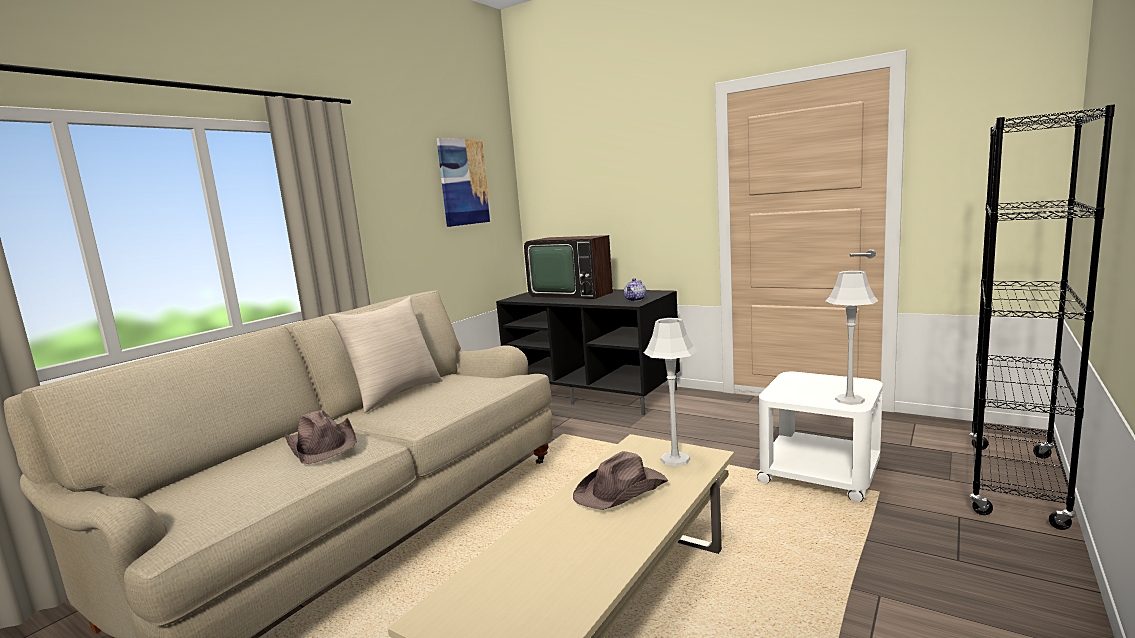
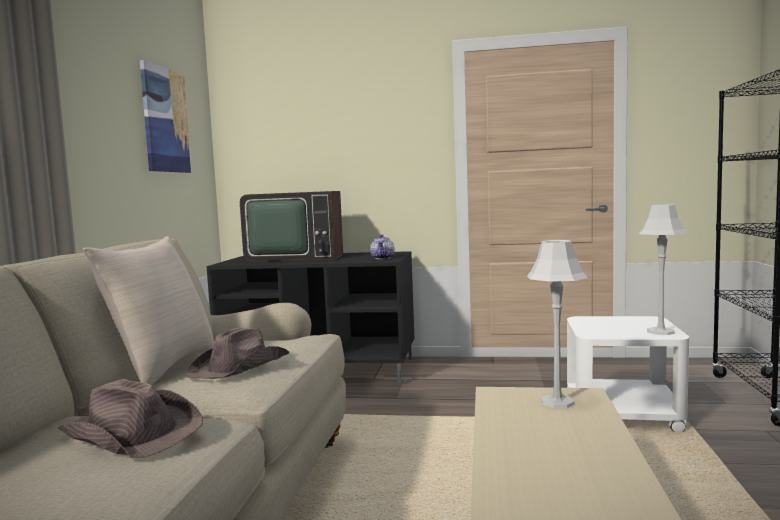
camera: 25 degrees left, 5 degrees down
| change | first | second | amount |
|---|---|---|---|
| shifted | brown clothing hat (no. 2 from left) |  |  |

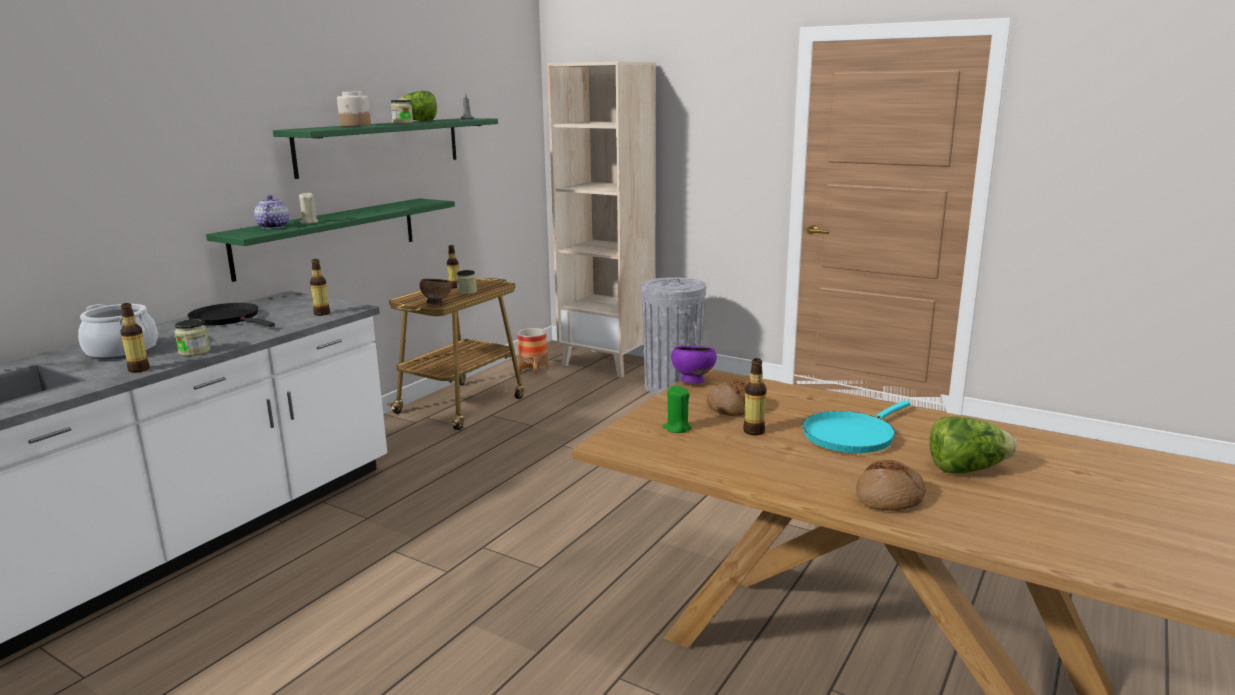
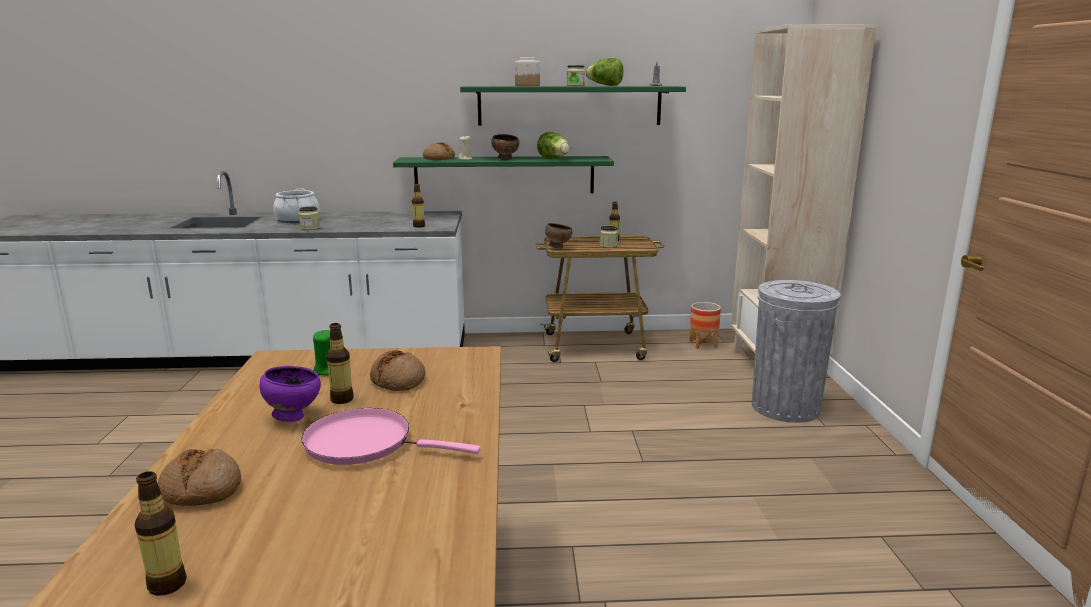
camera: 55 degrees right, 0 degrees up
| change | first | second | amount |
|---|---|---|---|
| shifted | drink bottle (no. 1 from left) |  |  |
| shifted | purple-coloured serving bowl |  |  |
| repainted | turquoise-coloured skillet | pinkish skillet |  |
| swapped | teapot | bread (no. 3 from left) |  |
| new |  | brown serving bowl (no. 1 from left) |  |
| shifted | head of lettuce (no. 2 from left in the first image) | head of lettuce (no. 1 from left) |  |
| gone | blackish skillet |  |  |

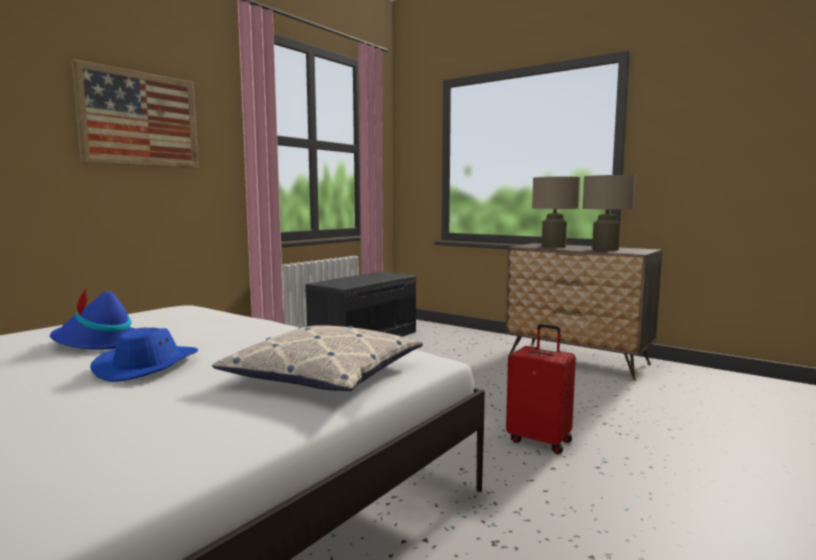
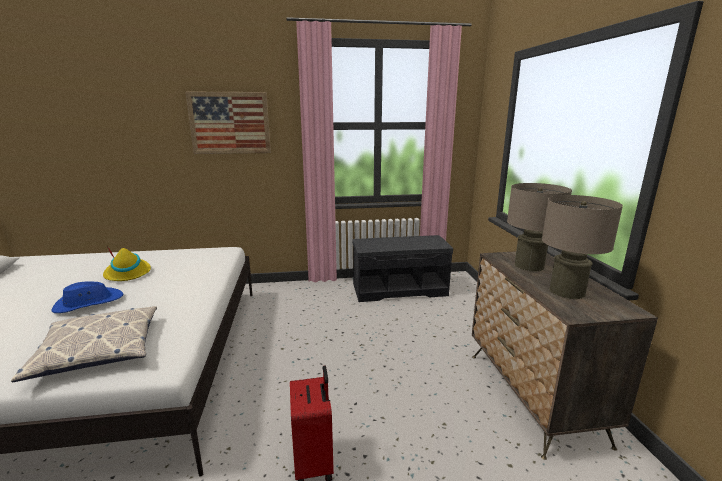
camera: 45 degrees right, 10 degrees up
| change | first | second | amount |
|---|---|---|---|
| repainted | bluish clothing hat (no. 1 from left) | yellowish clothing hat |  |

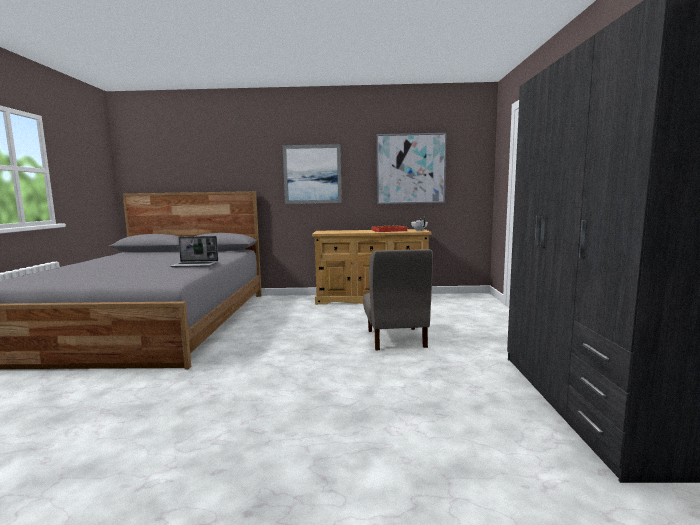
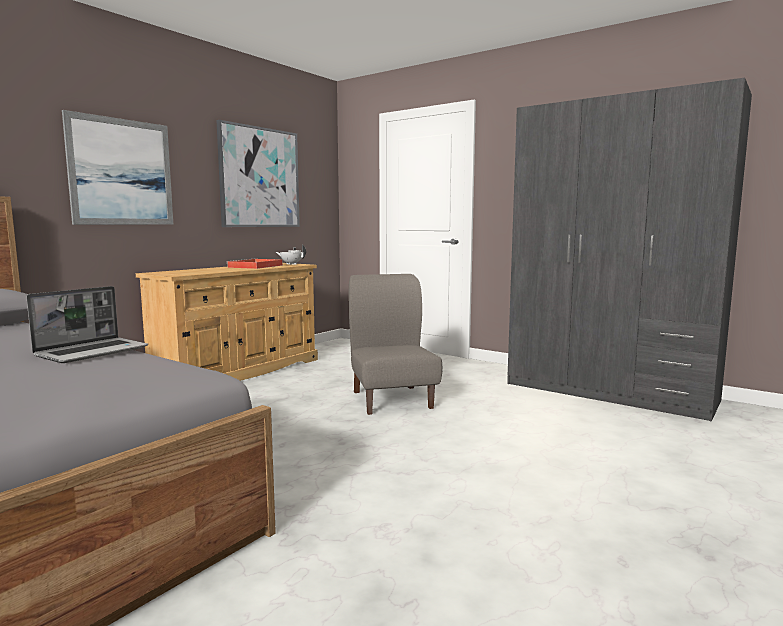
camera: 55 degrees left, 0 degrees up
| change | first | second | amount |
|---|---|---|---|
| rotated | greyish plain chair |  | 135 degrees counterclockwise |

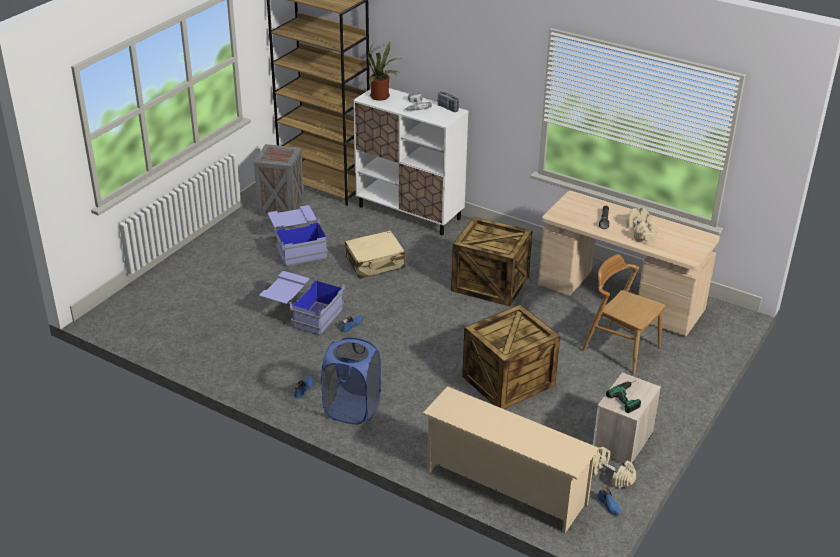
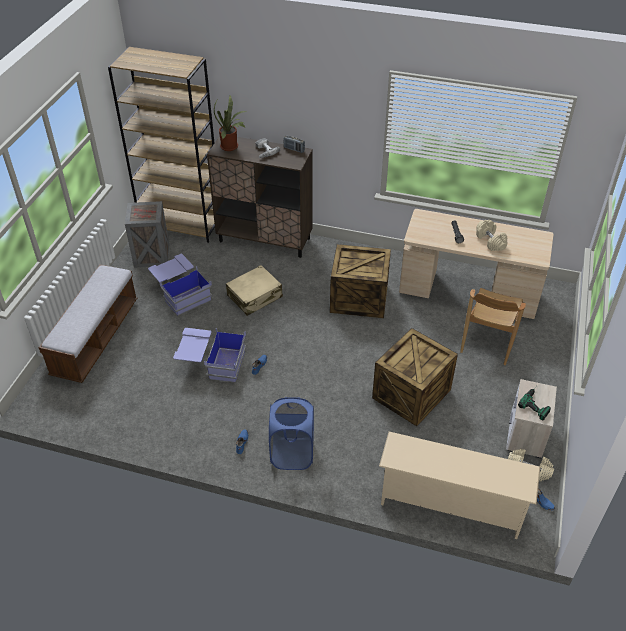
camera: 15 degrees left, 10 degrees up
| change | first | second | amount |
|---|---|---|---|
| new |  | indoor bench |  |
| repainted | whitish storage cabinet | brown storage cabinet |  |
| rotated | brown plain chair |  | 90 degrees counterclockwise |

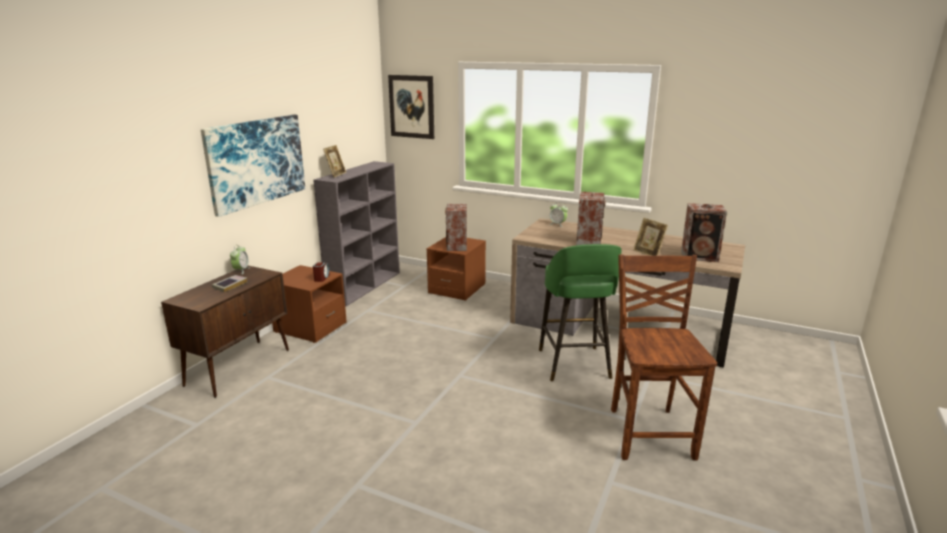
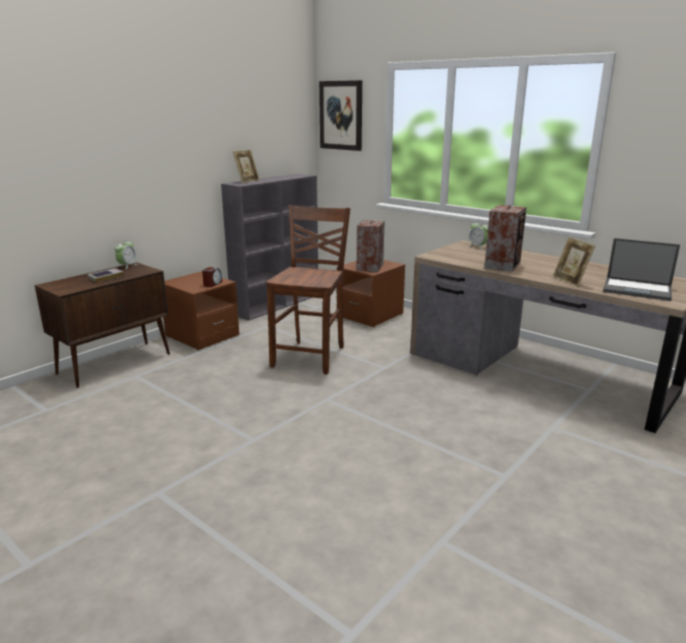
camera: 15 degrees right, 0 degrees up
| change | first | second | amount |
|---|---|---|---|
| shifted | brown plain chair |  |  |
| swapped | audio speaker (no. 3 from left) | portable computer |  |
| gone | wall picture (no. 1 from left) |  |  |
| gone | green-coloured sitting stool |  |  |

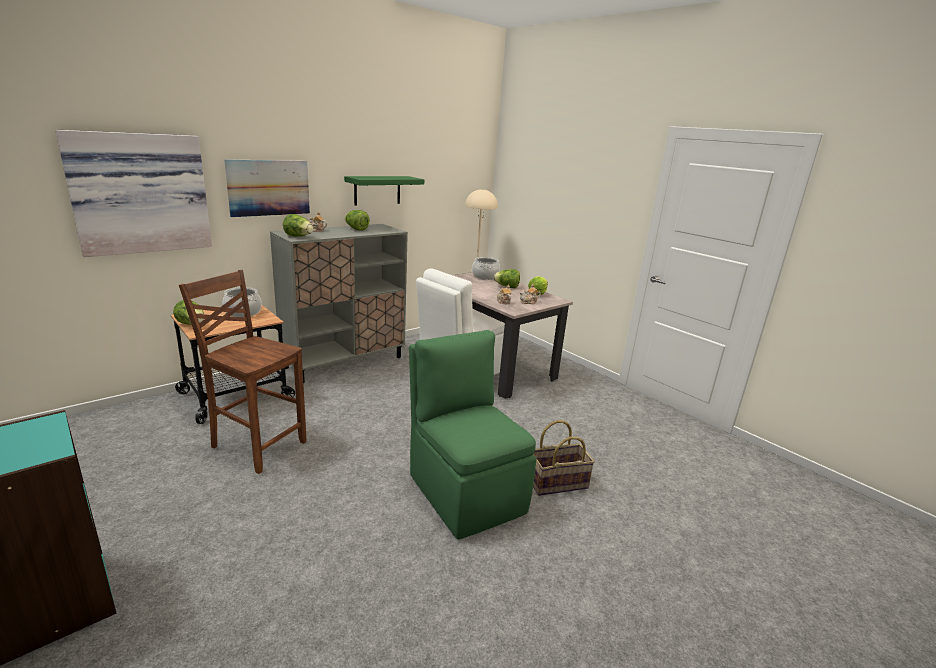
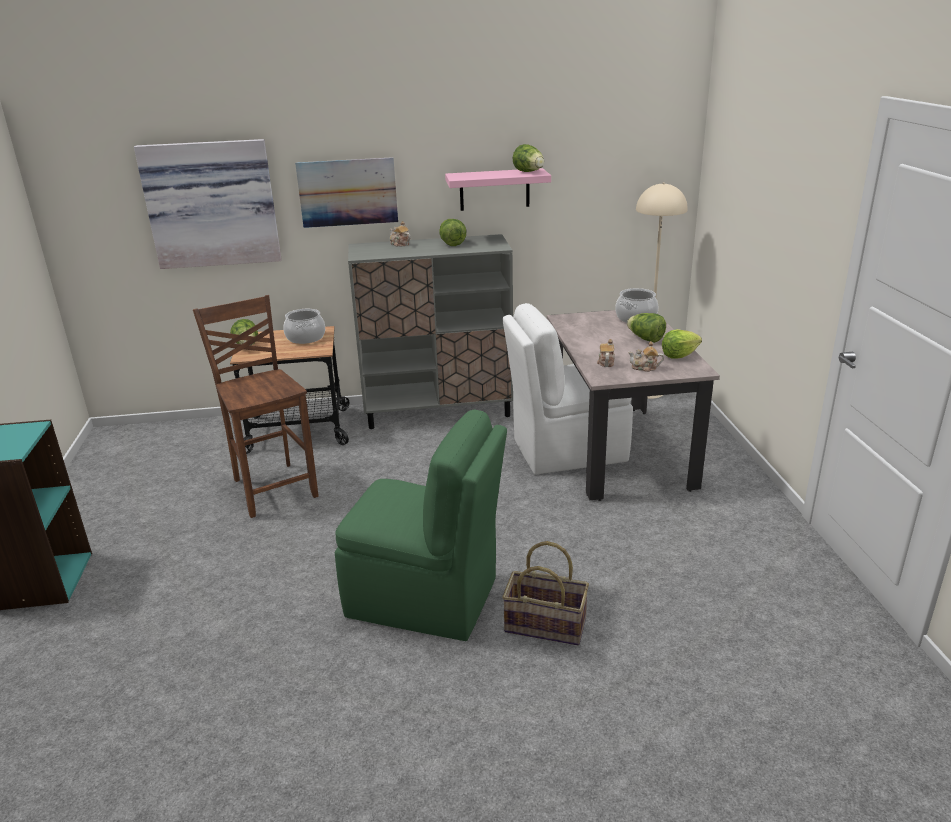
camera: 35 degrees right, 5 degrees up
| change | first | second | amount |
|---|---|---|---|
| rotated | green-coloured plain chair |  | 105 degrees clockwise |
| repainted | green-coloured wall shelf | pinkish wall shelf |  |
| shifted | head of lettuce (no. 2 from left in the first image) | head of lettuce (no. 3 from left) |  |

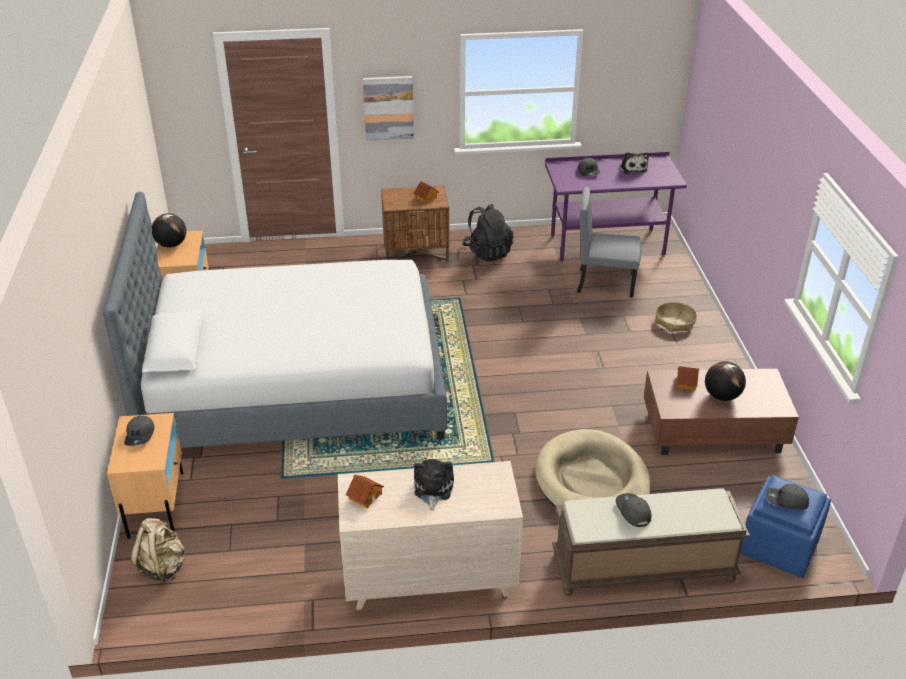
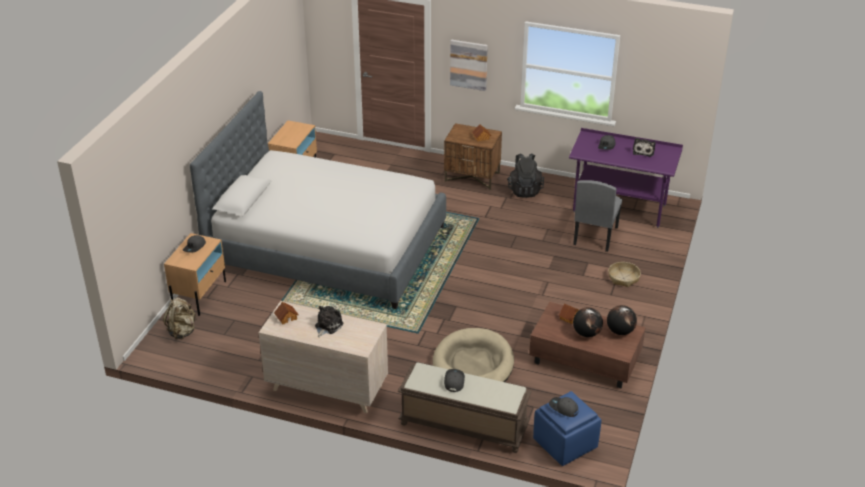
camera: 25 degrees right, 0 degrees up
| change | first | second | amount |
|---|---|---|---|
| rotated | greyish plain chair |  | 105 degrees counterclockwise |
| shifted | desk globe (no. 1 from left in the first image) | desk globe (no. 2 from left) |  |

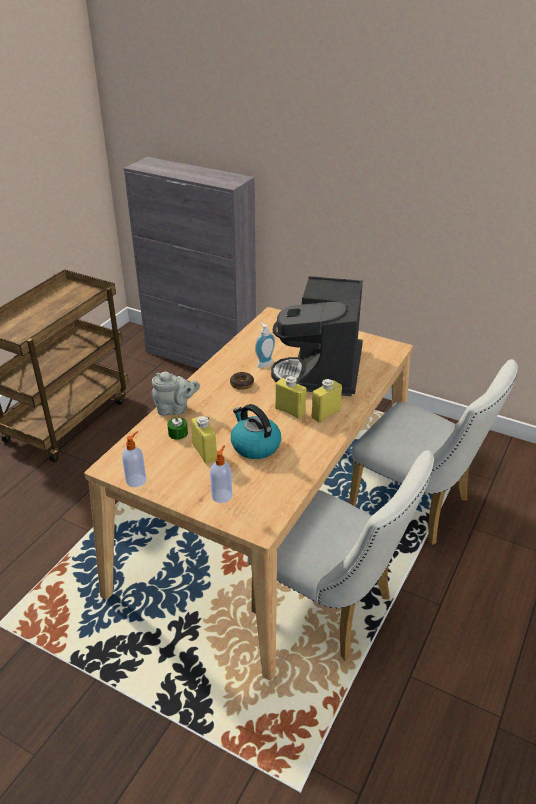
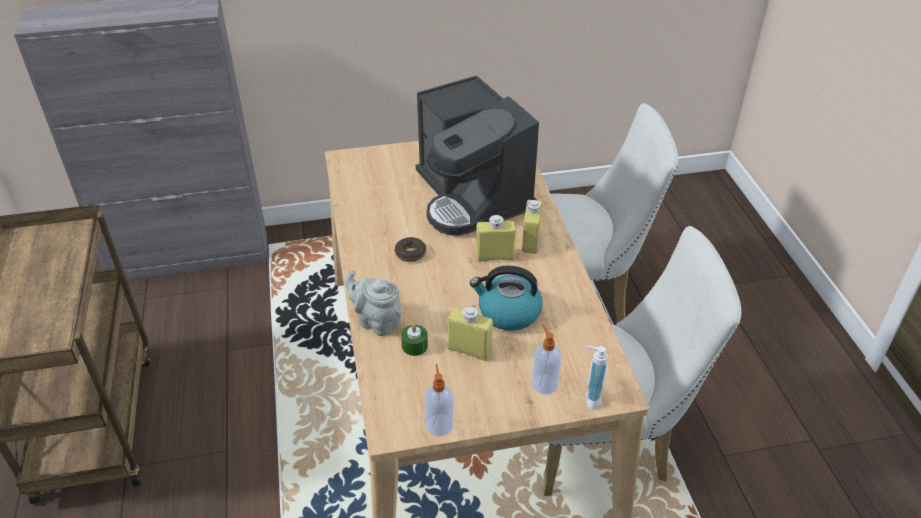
camera: 40 degrees left, 5 degrees up
| change | first | second | amount |
|---|---|---|---|
| rotated | greyish teapot |  | 105 degrees counterclockwise |
| shifted | soap bottle (no. 3 from left) |  |  |

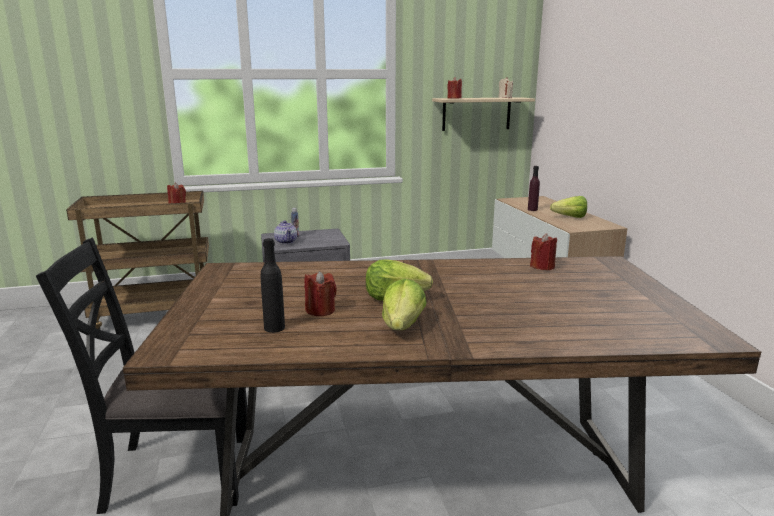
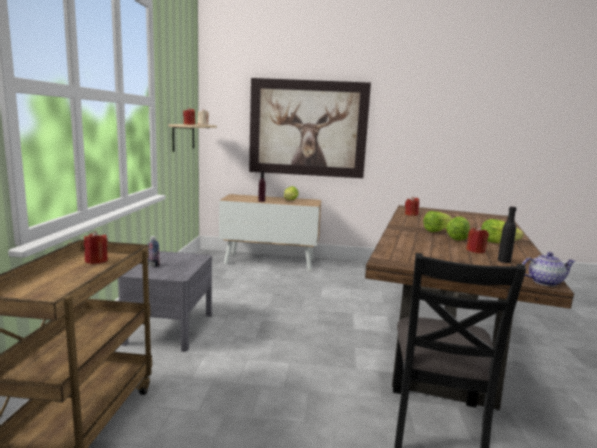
camera: 70 degrees left, 5 degrees down
| change | first | second | amount |
|---|---|---|---|
| new |  | wall picture |  |
| new |  | head of lettuce (no. 2 from left) |  |
| shifted | teapot |  |  |

